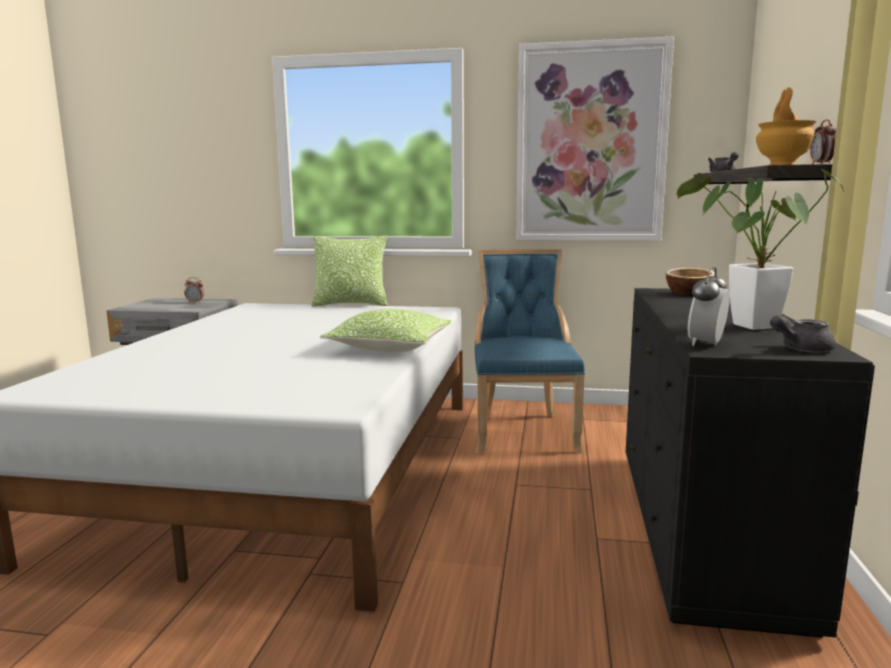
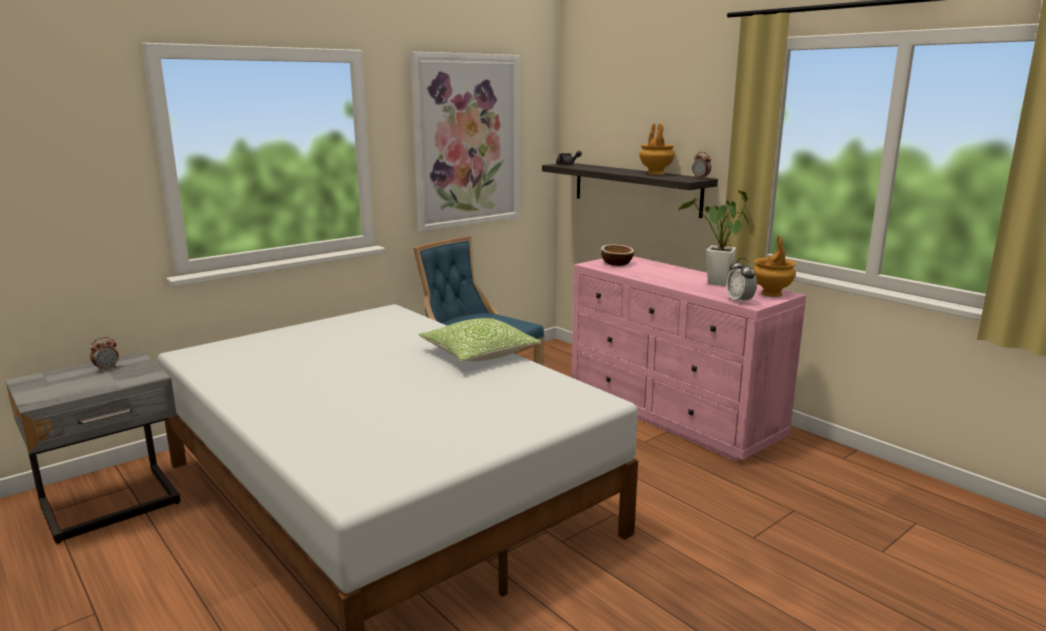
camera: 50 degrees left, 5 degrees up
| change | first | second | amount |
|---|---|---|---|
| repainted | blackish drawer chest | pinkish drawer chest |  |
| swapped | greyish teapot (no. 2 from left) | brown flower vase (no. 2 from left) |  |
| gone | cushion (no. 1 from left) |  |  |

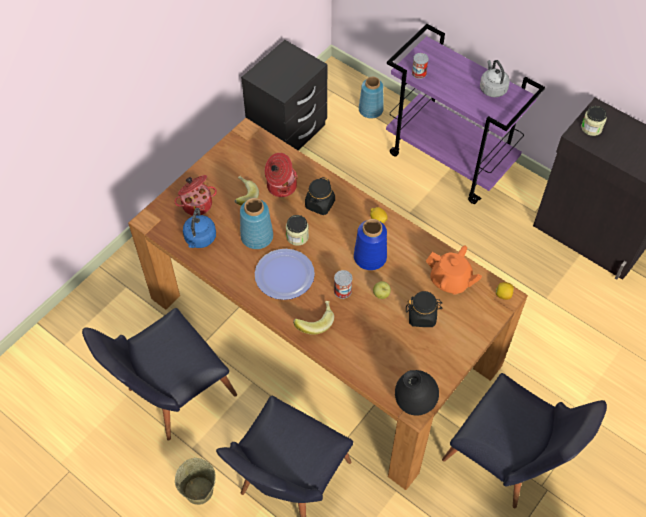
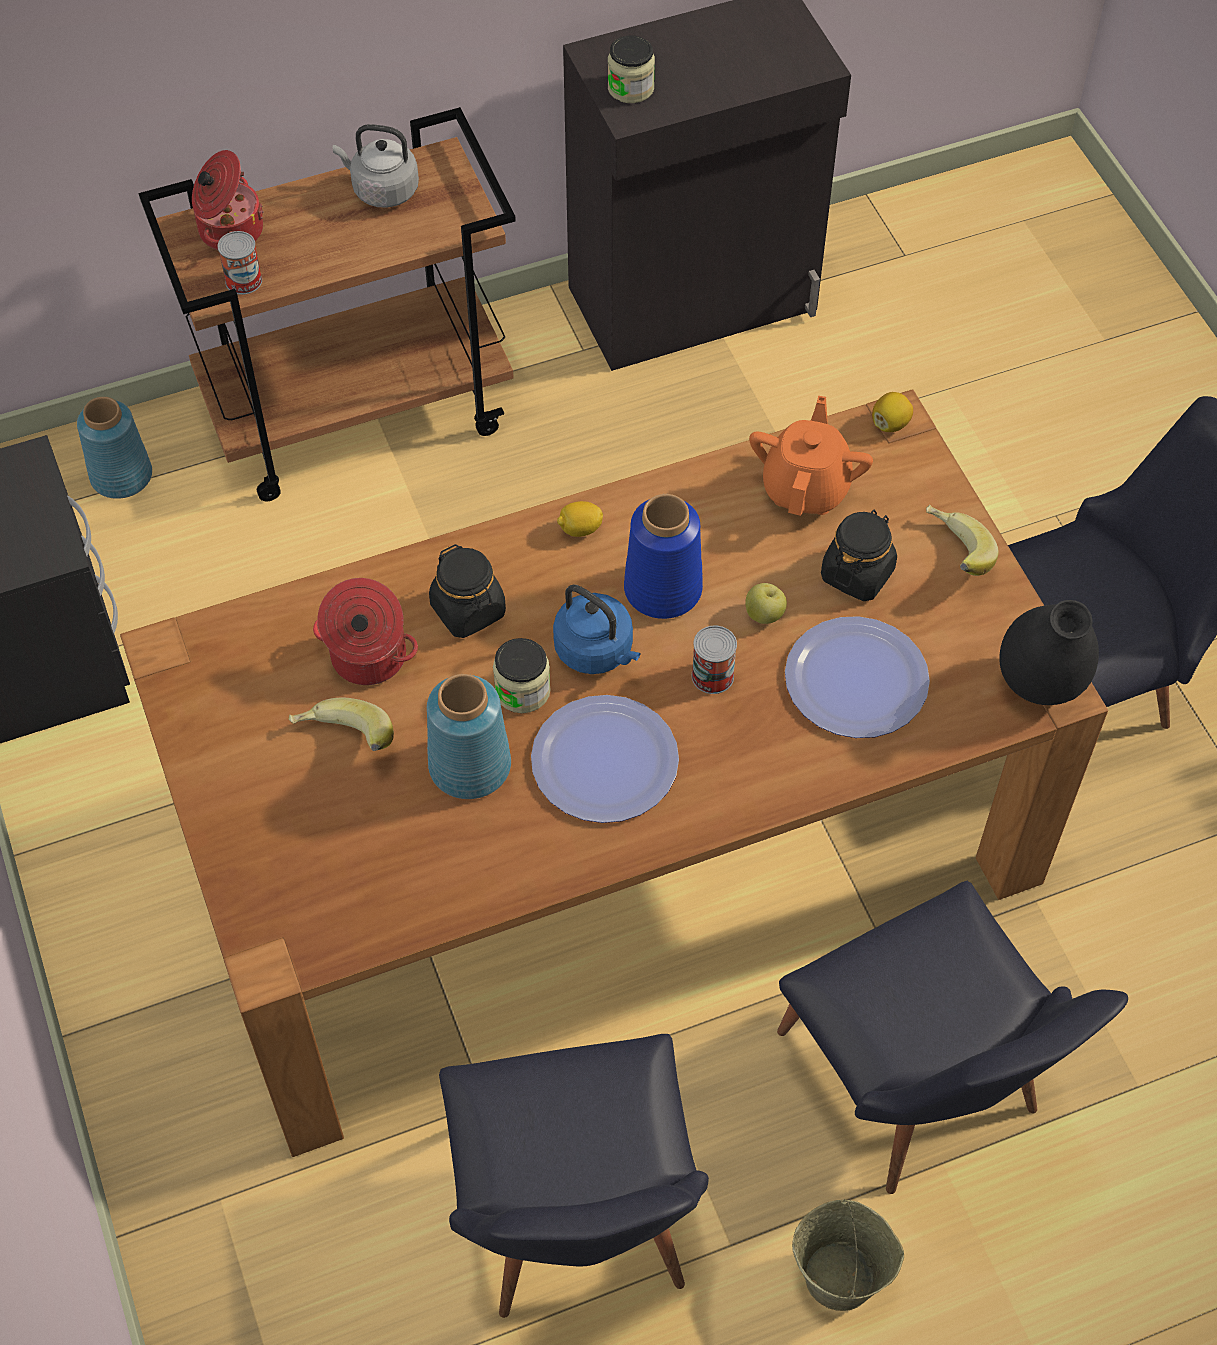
camera: 60 degrees left, 0 degrees up
| change | first | second | amount |
|---|---|---|---|
| repainted | purple-coloured cart | brown cart |  |
| shifted | saucepot (no. 1 from left) |  |  |
| shifted | bluish tea kettle |  |  |
| rotated | orangey teapot |  | 45 degrees counterclockwise |
| new |  | flat dish (no. 2 from left) |  |
| shifted | banana fruit (no. 2 from left) |  |  |

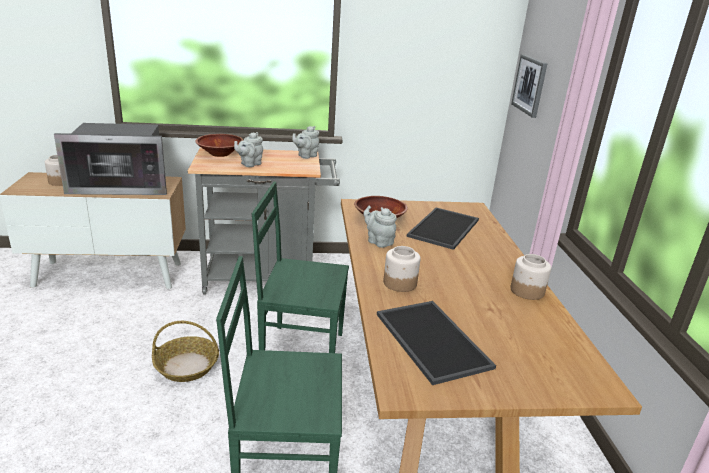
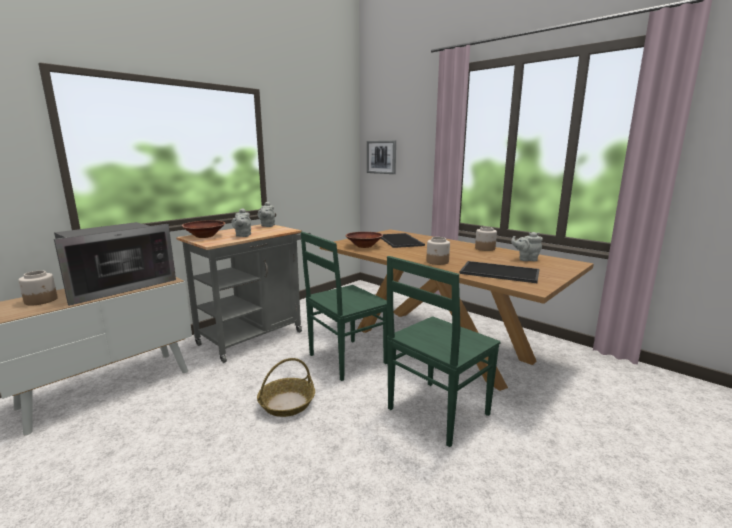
camera: 40 degrees left, 10 degrees down
| change | first | second | amount |
|---|---|---|---|
| shifted | greyish teapot (no. 3 from left) |  |  |

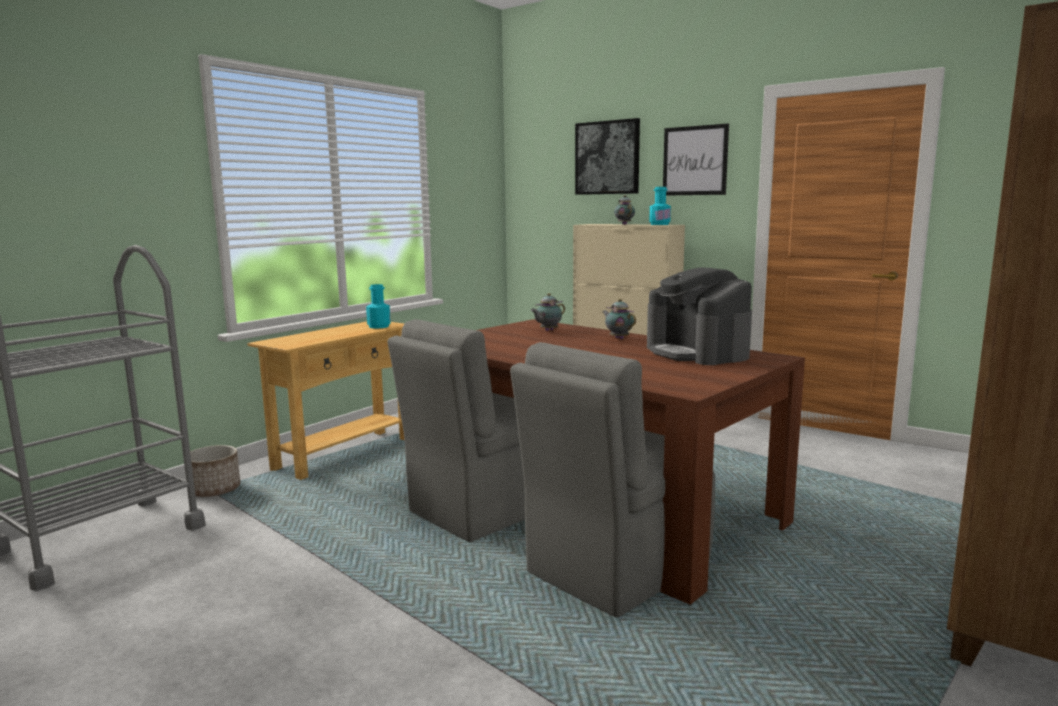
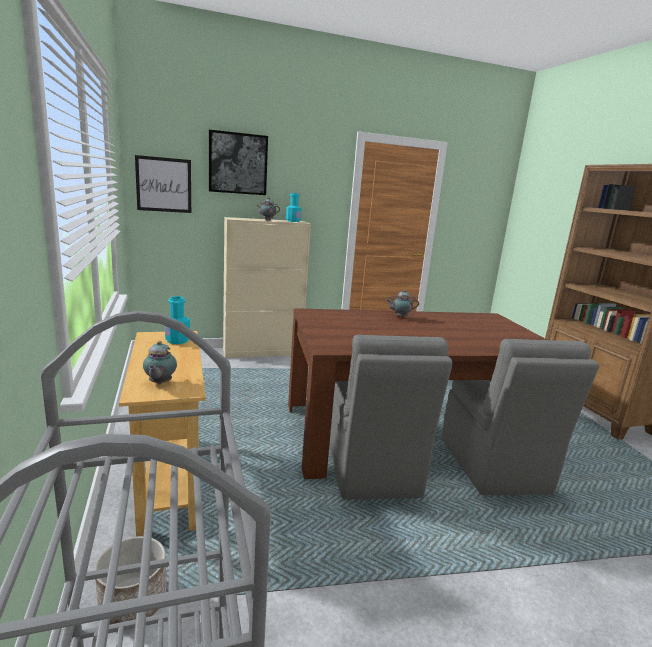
camera: 55 degrees left, 5 degrees up
| change | first | second | amount |
|---|---|---|---|
| shifted | wall picture (no. 2 from left in the first image) | wall picture (no. 1 from left) |  |
| shifted | teapot (no. 1 from left) |  |  |
| gone | coffee machine |  |  |

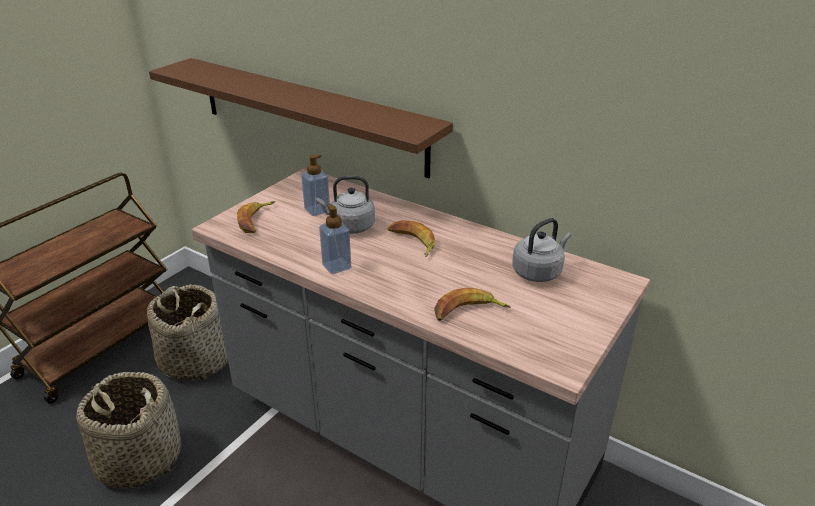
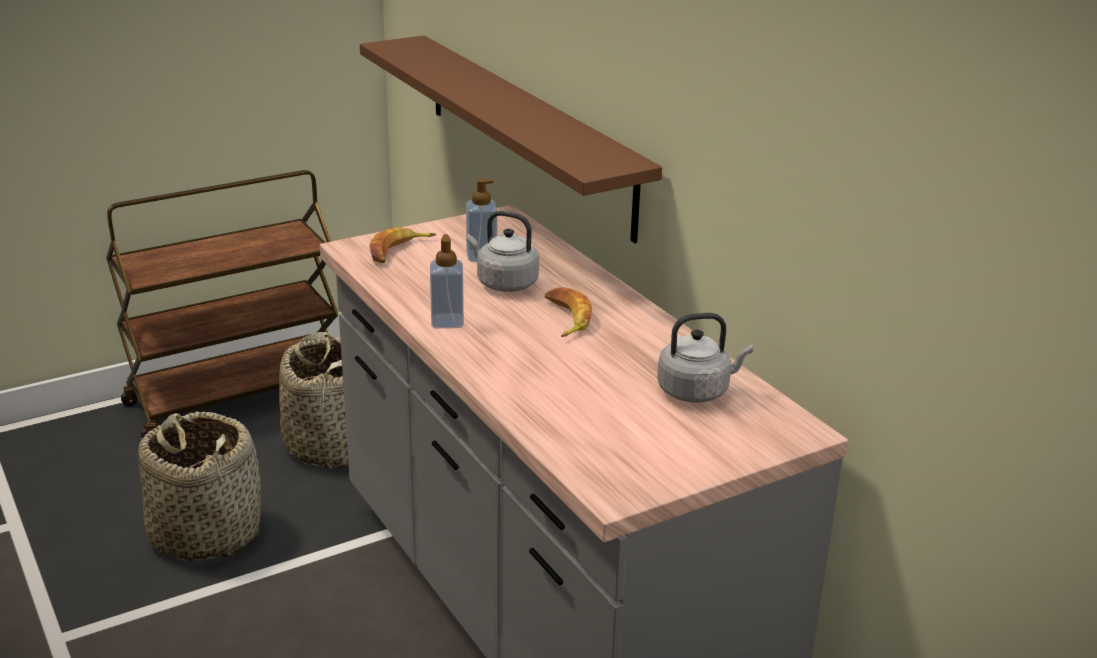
camera: 25 degrees right, 5 degrees down
| change | first | second | amount |
|---|---|---|---|
| gone | banana fruit (no. 3 from left) |  |  |

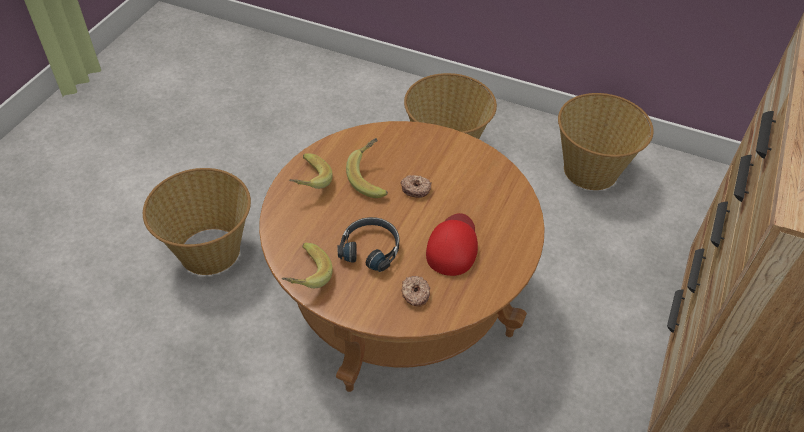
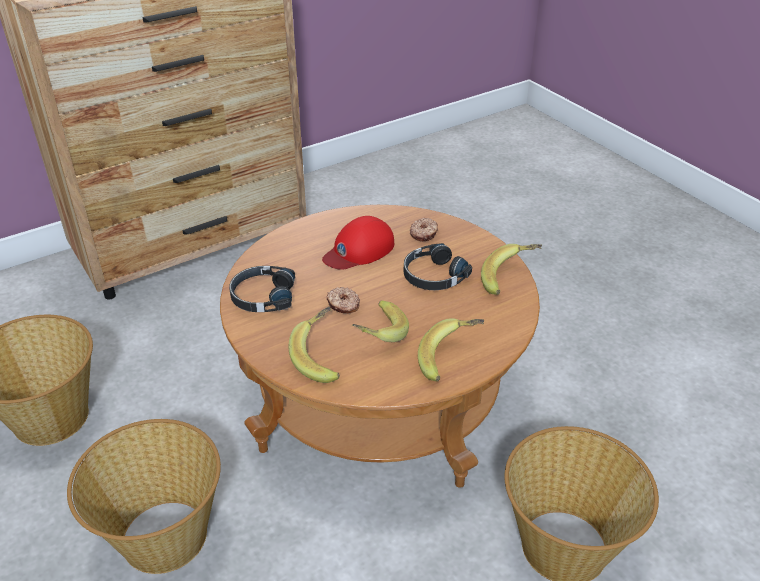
camera: 145 degrees left, 10 degrees down
| change | first | second | amount |
|---|---|---|---|
| new |  | blackish headphones (no. 1 from left) |  |
| new |  | banana fruit (no. 1 from left) |  |

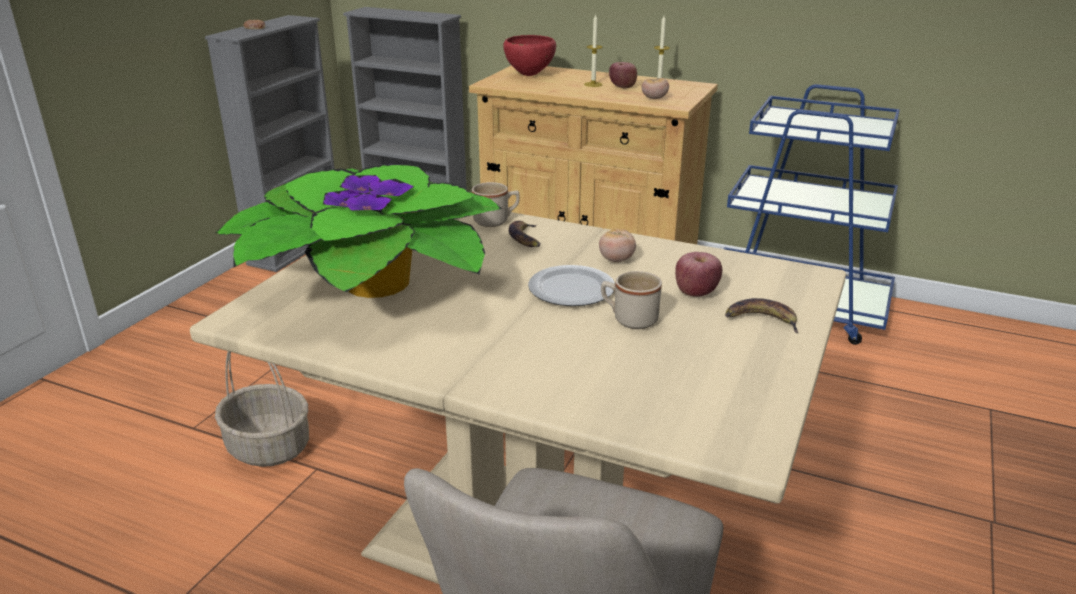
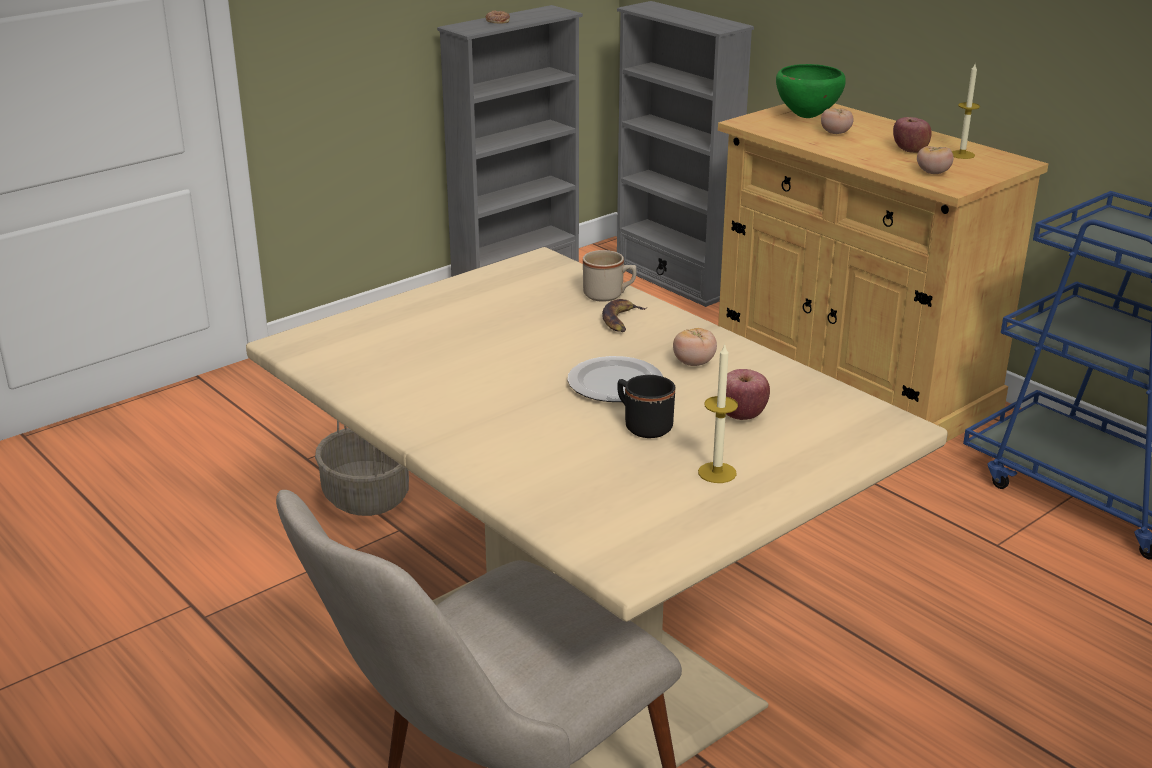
camera: 25 degrees right, 0 degrees up
| change | first | second | amount |
|---|---|---|---|
| repainted | sand-coloured tea mug (no. 2 from left) | blackish tea mug |  |
| shifted | wax candle (no. 1 from left) |  |  |
| repainted | red-coloured serving bowl | green-coloured serving bowl |  |
| new |  | tomato (no. 2 from left) |  |
| gone | houseplant |  |  |
| gone | banana fruit (no. 2 from left) |  |  |

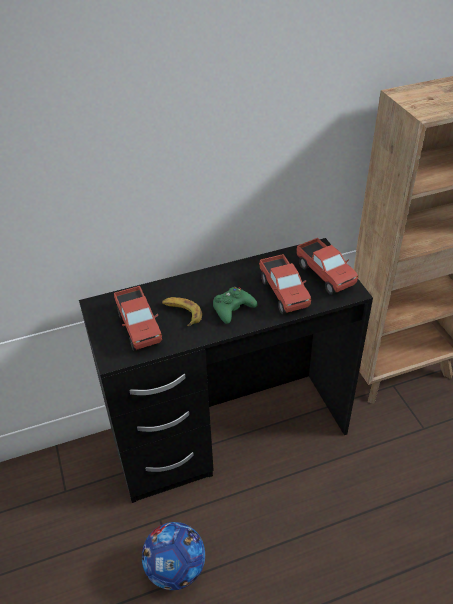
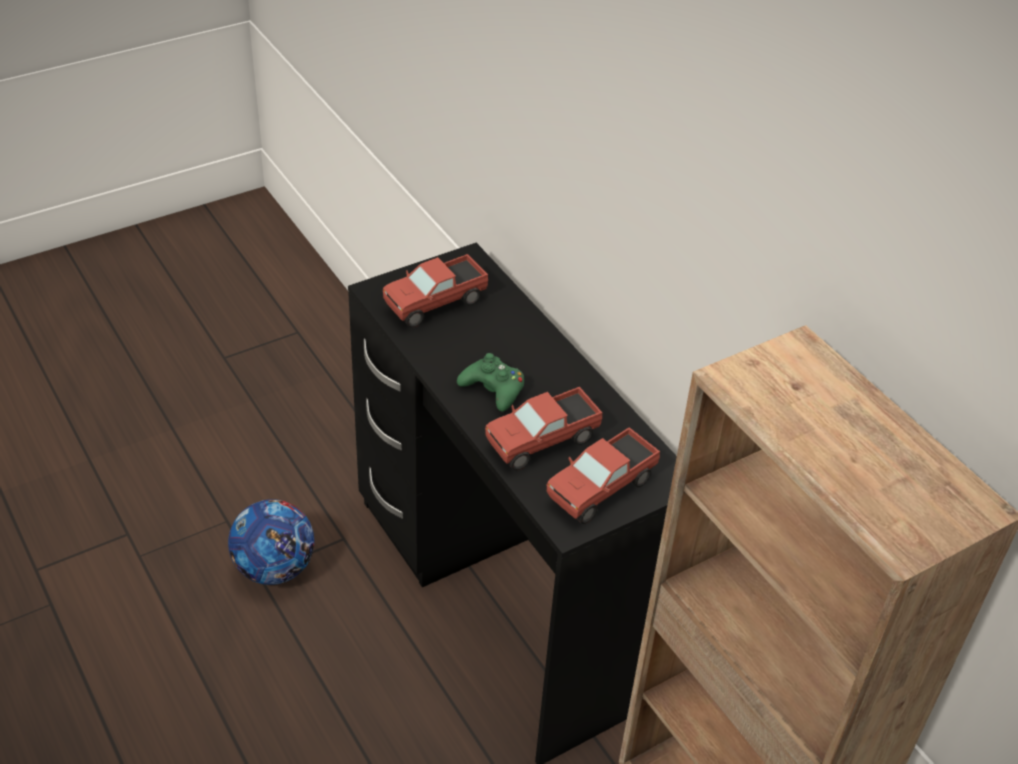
camera: 75 degrees right, 0 degrees up
| change | first | second | amount |
|---|---|---|---|
| gone | banana fruit |  |  |

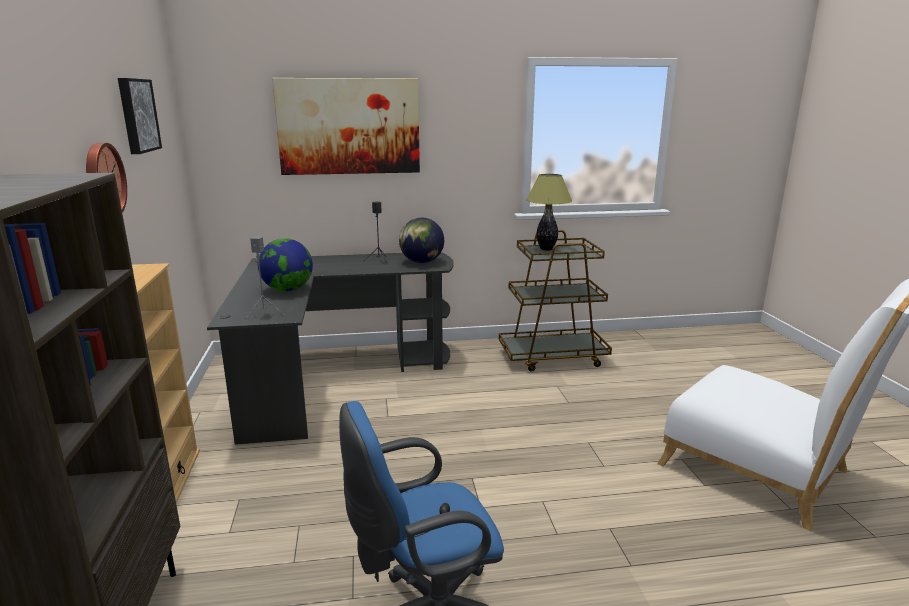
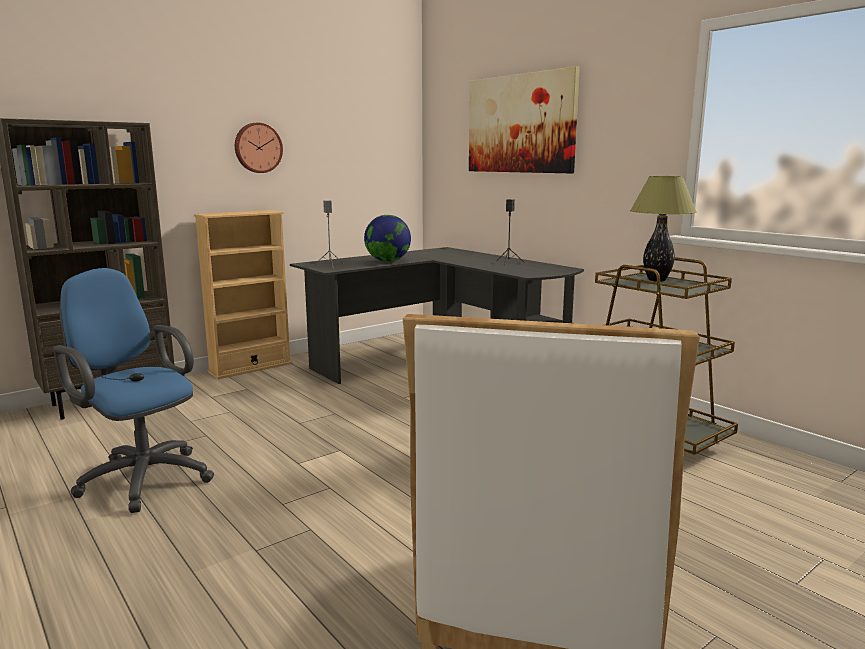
camera: 60 degrees right, 5 degrees down
| change | first | second | amount |
|---|---|---|---|
| gone | wall picture (no. 1 from left) |  |  |
| gone | desk globe (no. 2 from left) |  |  |

